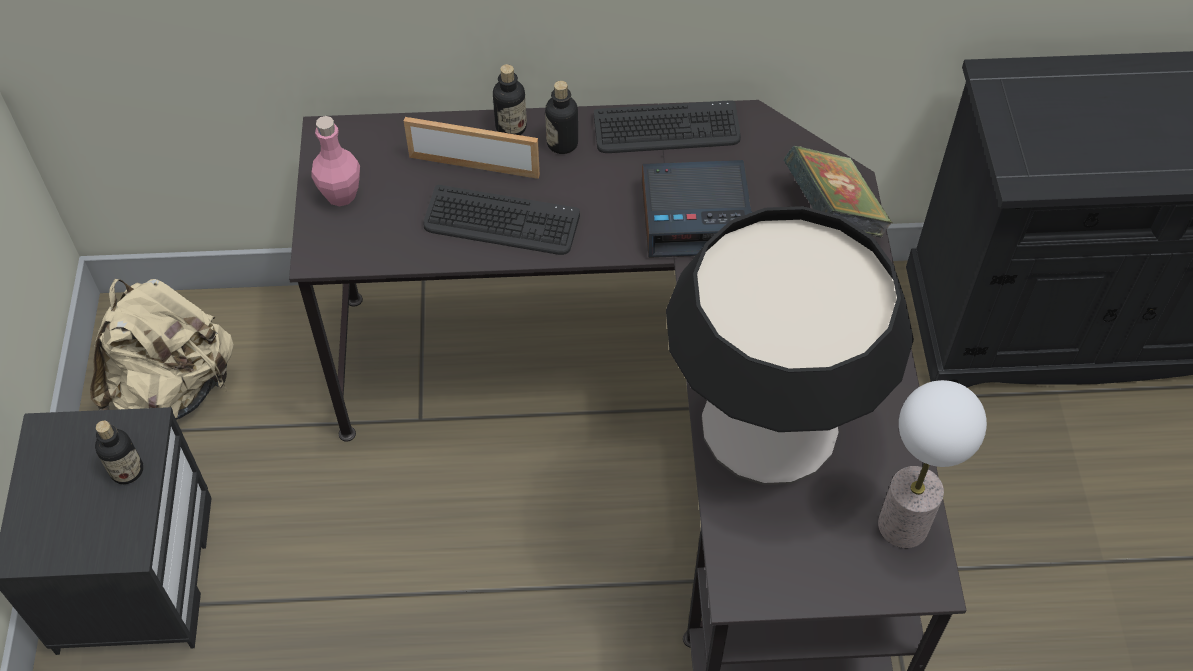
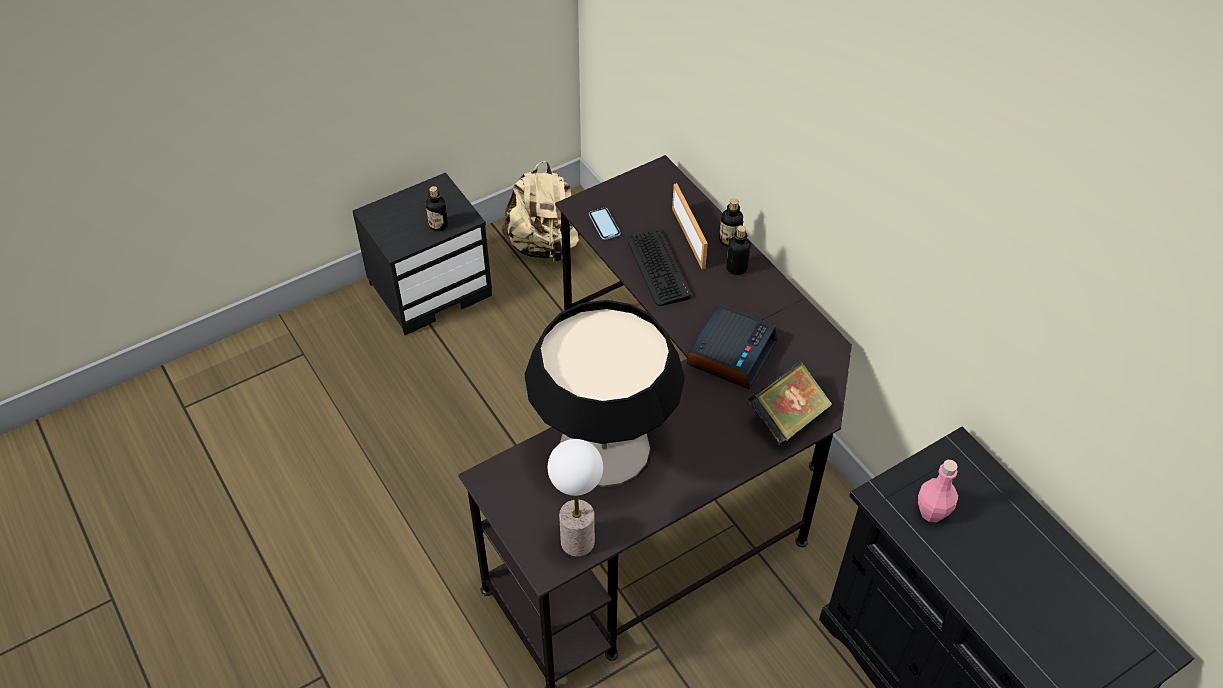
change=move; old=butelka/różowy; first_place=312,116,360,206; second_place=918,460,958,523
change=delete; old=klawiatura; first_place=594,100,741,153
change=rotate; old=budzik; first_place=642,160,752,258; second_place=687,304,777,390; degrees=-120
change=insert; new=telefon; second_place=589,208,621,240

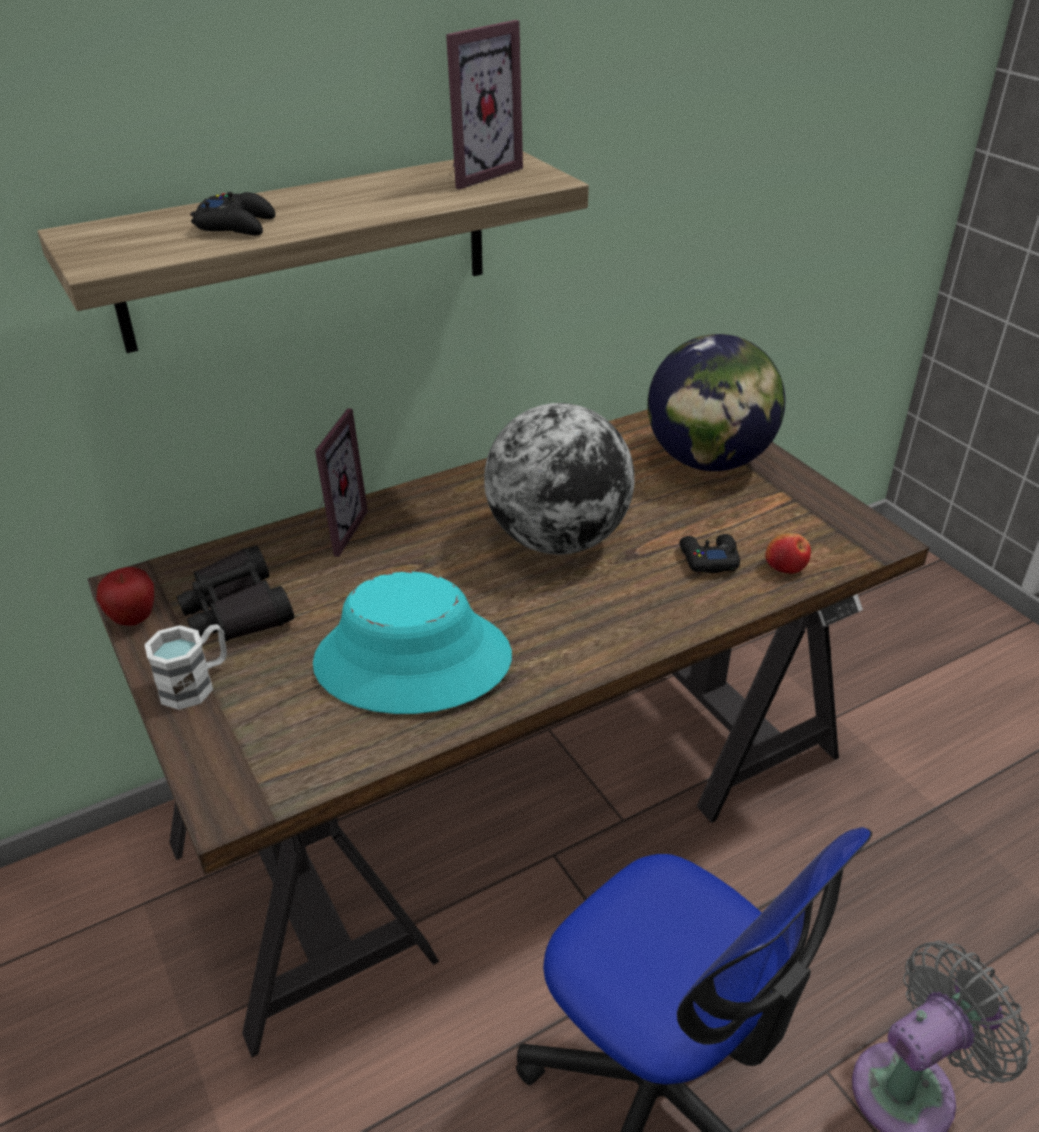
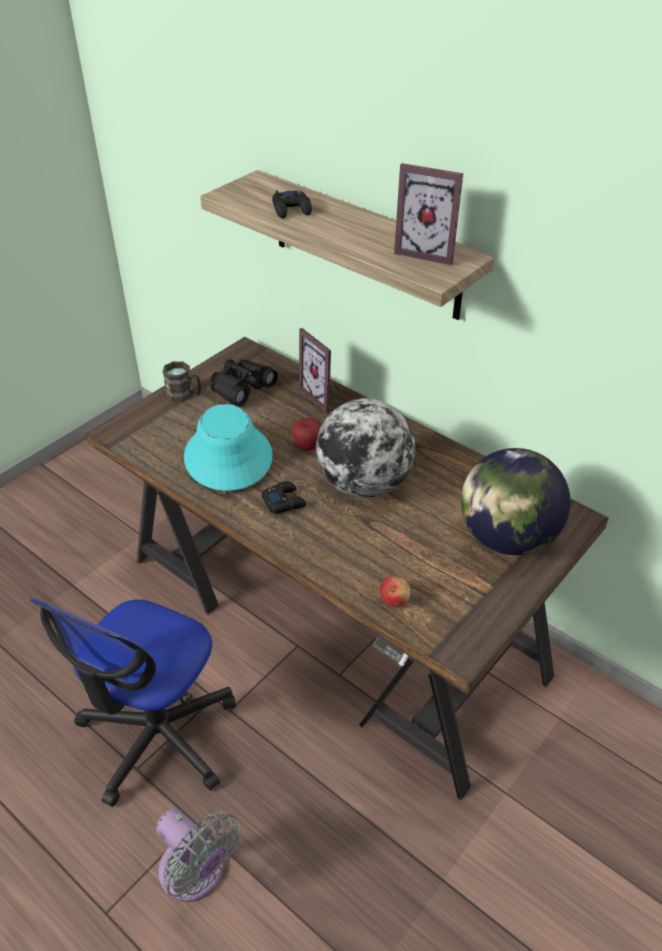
change=move; old=jabłko; first_place=96,567,154,626; second_place=291,418,322,451
change=recolor; old=kubek/biały; new=kubek/brązowy; first_place=144,624,227,710; second_place=162,361,201,401
change=rotate; old=ramka na zdjęcie; first_place=311,408,368,557; second_place=299,328,337,413; degrees=60
change=move; old=pad do gier/czarny; first_place=679,534,740,573; second_place=261,481,306,514

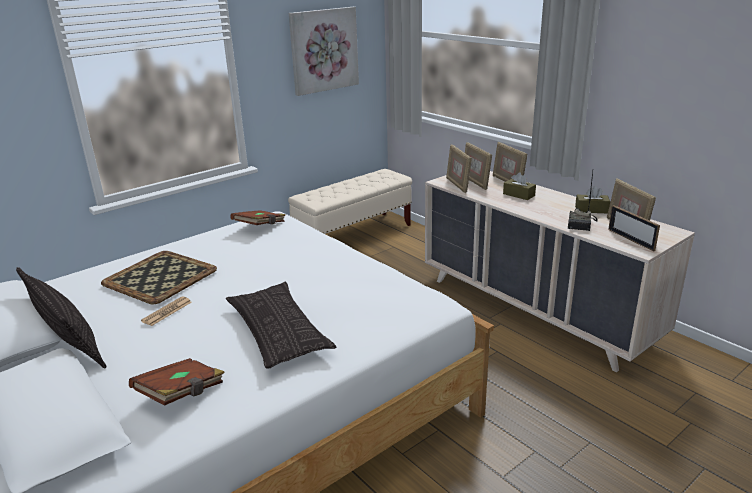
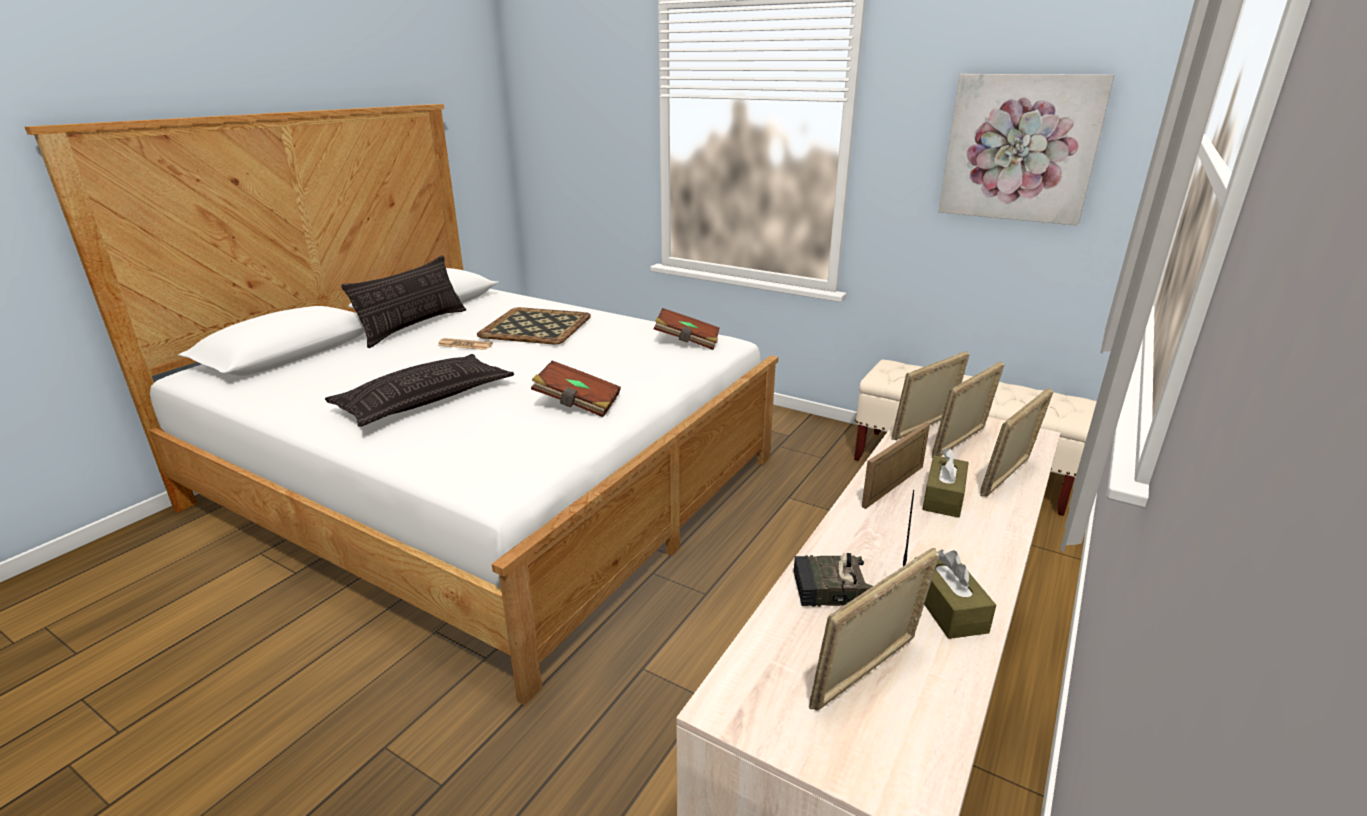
change=move; old=książka/brązowy; first_place=129,358,225,406; second_place=531,361,621,417
change=move; old=ramka na zdjęcie; first_place=608,205,660,252; second_place=862,423,930,509

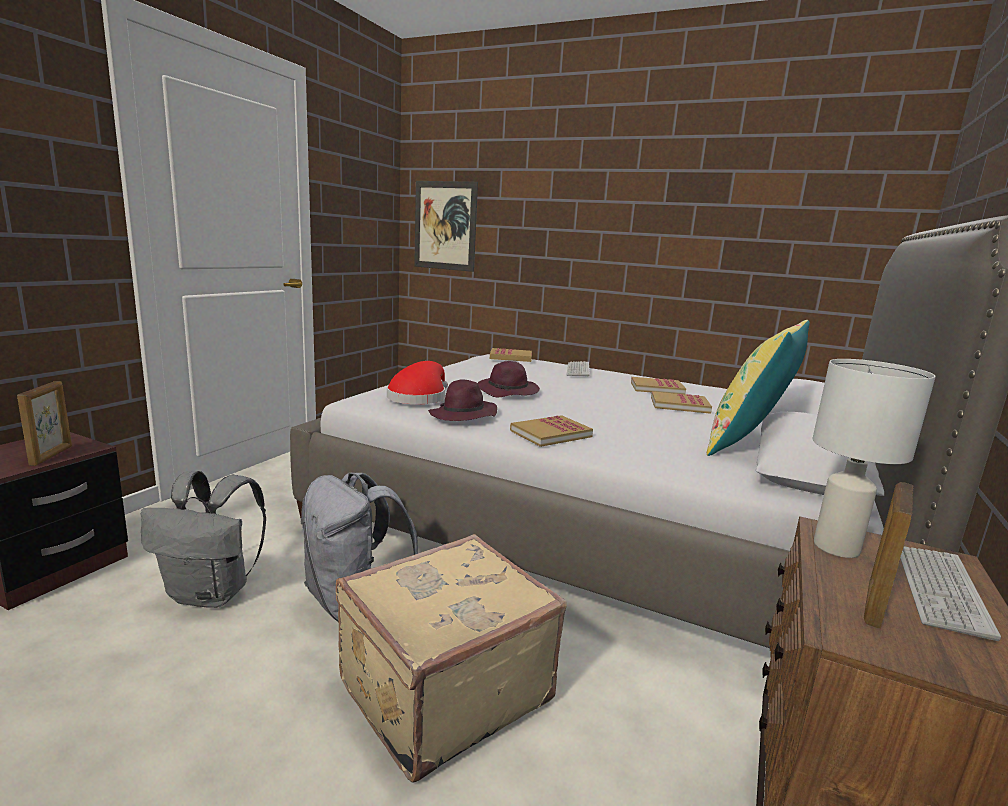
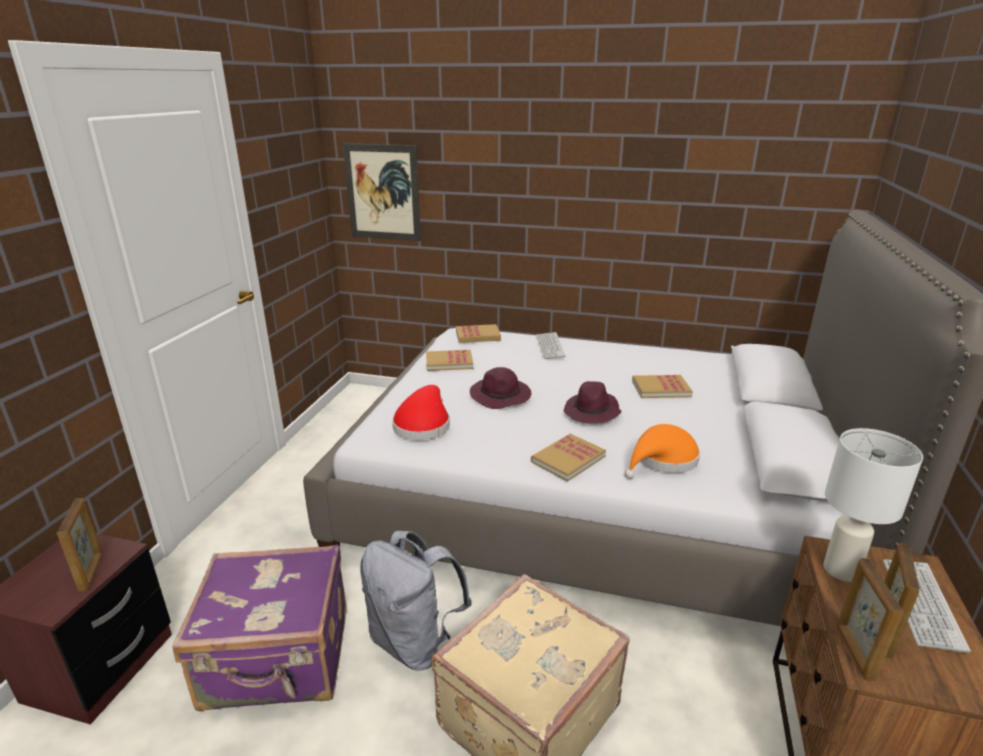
change=replace; old=plecak/szary; new=walizka/fioletowy; first_place=141,471,266,608; second_place=172,544,346,711
change=move; old=kapelusz/fioletowy; first_place=428,379,497,421; second_place=564,381,621,424
change=move; old=książka; first_place=631,377,686,395; second_place=426,350,473,371
change=delete; old=poduszka/żółty; first_place=707,320,810,456
change=insert; new=kapelusz/pomarańczowy; second_place=625,424,700,479
change=insert; new=ramka na zdjęcie; second_place=837,558,903,681

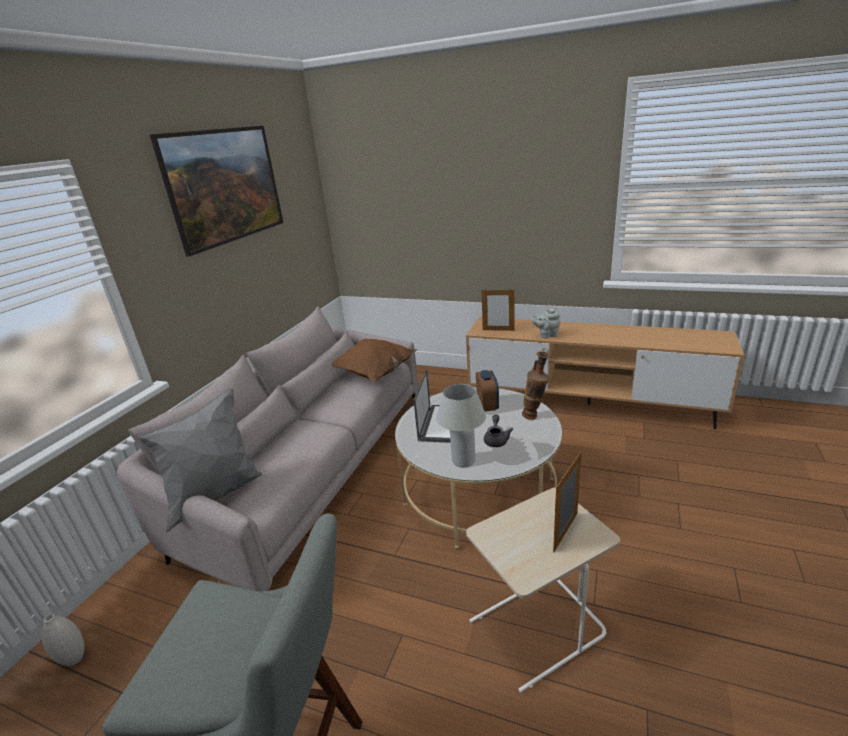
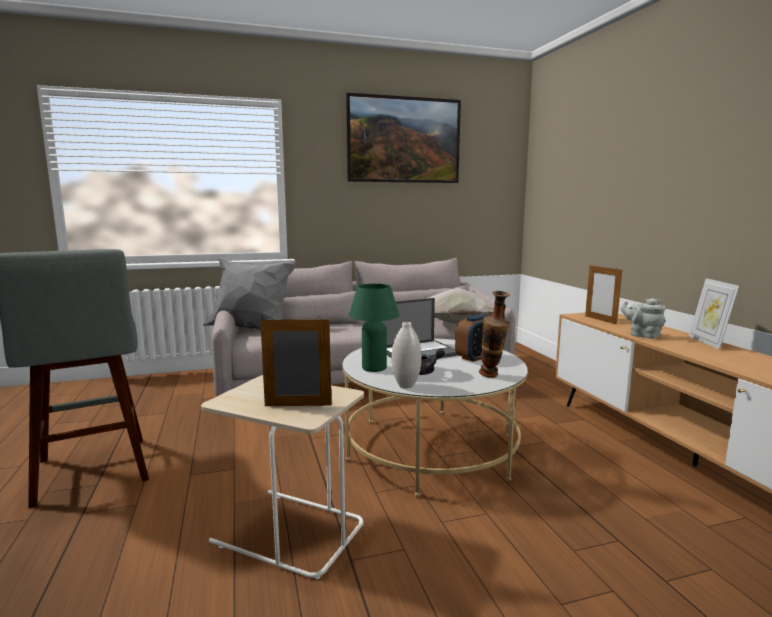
change=move; old=wazon/biały; first_place=41,614,84,666; second_place=392,322,421,389
change=recolor; old=poduszka/brązowy; new=poduszka/biały; first_place=332,339,418,382; second_place=426,288,494,324
change=recolor; old=lampa stołowa/biały; new=lampa stołowa/zielony; first_place=436,384,486,467; second_place=349,284,399,372
change=insert; new=ramka na zdjęcie; second_place=689,278,739,349

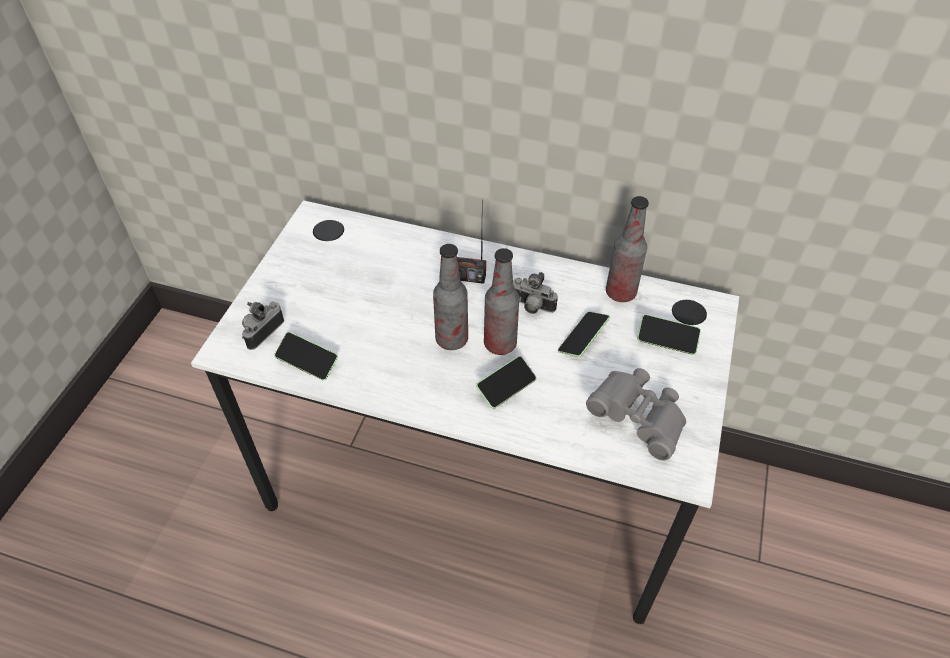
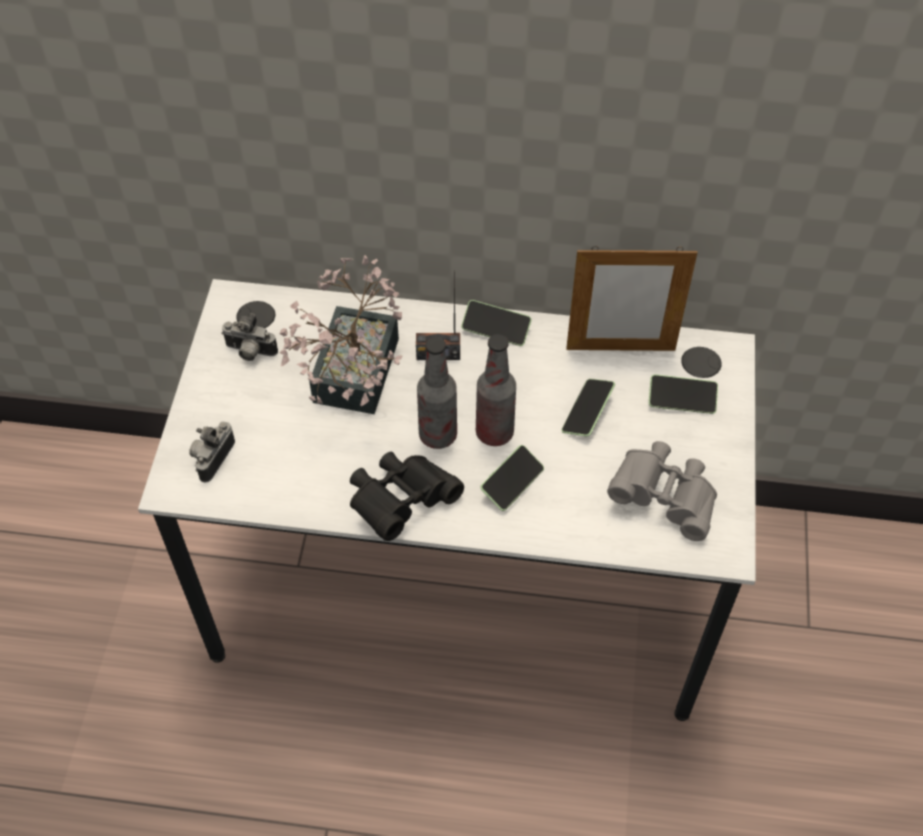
change=move; old=telefon; first_place=274,332,338,381; second_place=461,300,532,346
change=move; old=aparat fotograficzny; first_place=513,272,558,314; second_place=221,313,278,361
change=replace; old=butelka; new=ramka na zdjęcie; first_place=606,196,649,302; second_place=566,246,698,351
change=insert; new=roślina doniczkowa; second_place=280,255,402,414
change=insert; new=lornetka/czarny; second_place=350,452,464,541

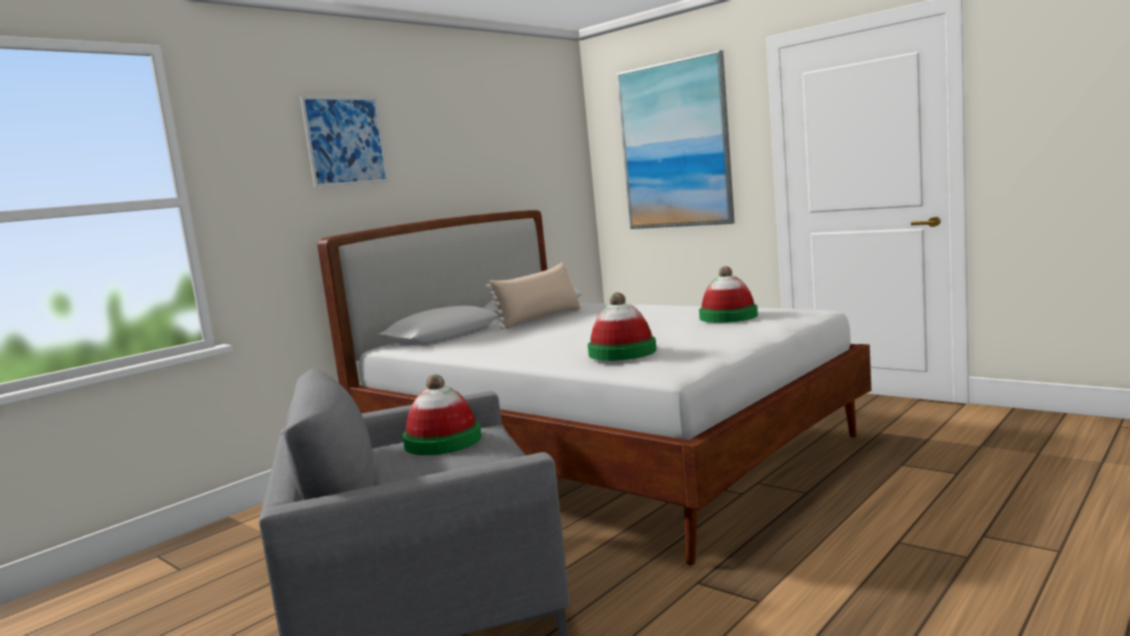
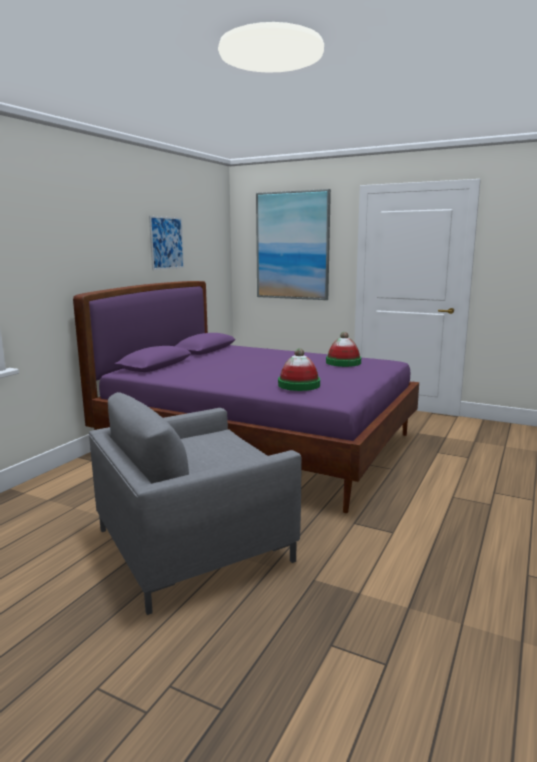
change=move; old=obraz; first_place=300,96,389,188; second_place=149,216,184,270
change=recolor; old=łóżko/biały; new=łóżko/fioletowy; first_place=317,210,871,565; second_place=73,281,419,513
change=delete; old=kapelusz; first_place=403,374,482,455
change=delete; old=poduszka/beżowy; first_place=486,262,581,330

